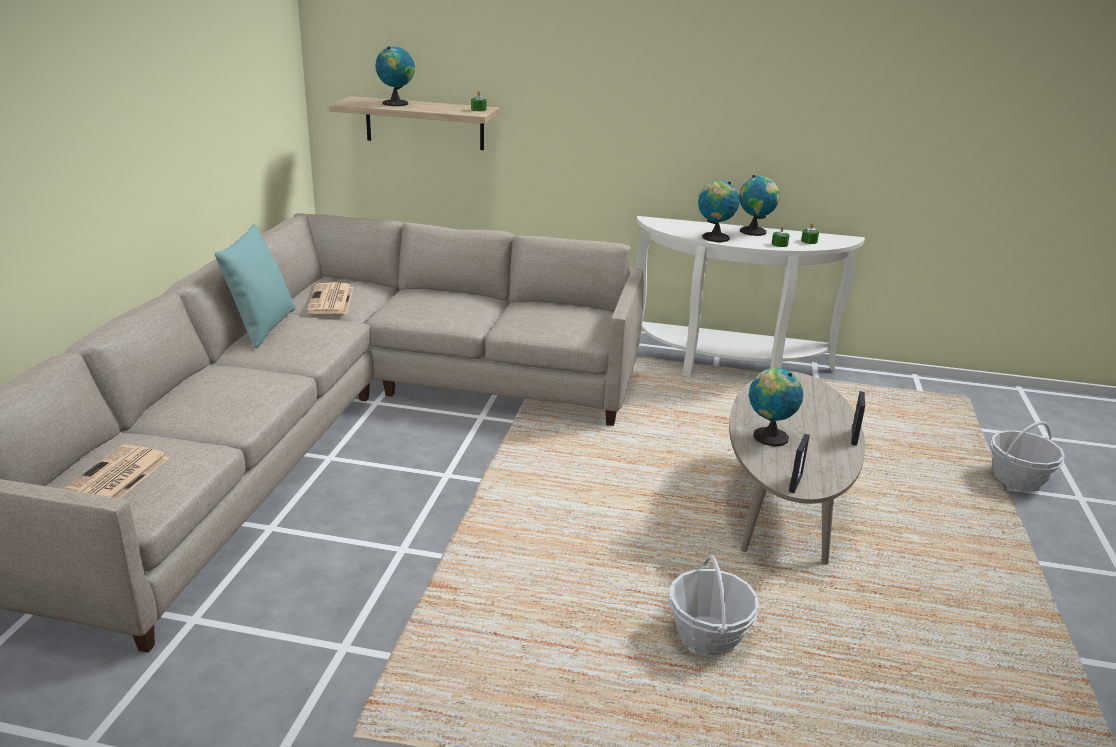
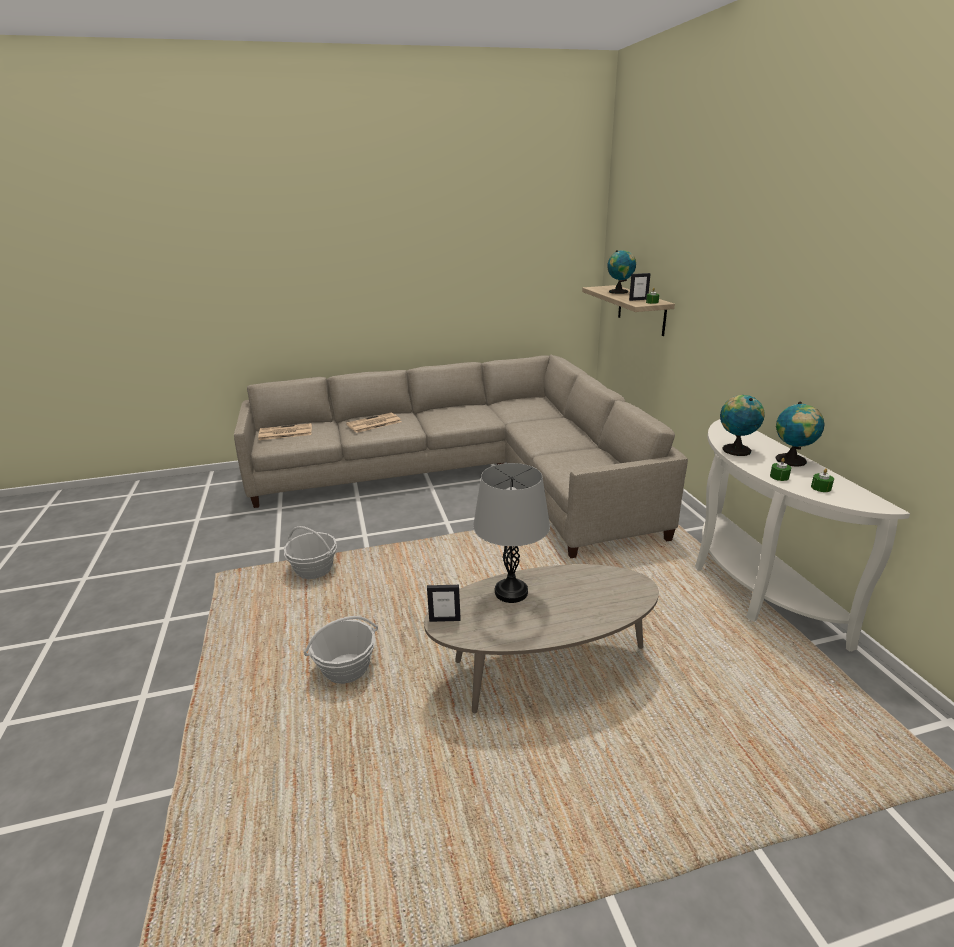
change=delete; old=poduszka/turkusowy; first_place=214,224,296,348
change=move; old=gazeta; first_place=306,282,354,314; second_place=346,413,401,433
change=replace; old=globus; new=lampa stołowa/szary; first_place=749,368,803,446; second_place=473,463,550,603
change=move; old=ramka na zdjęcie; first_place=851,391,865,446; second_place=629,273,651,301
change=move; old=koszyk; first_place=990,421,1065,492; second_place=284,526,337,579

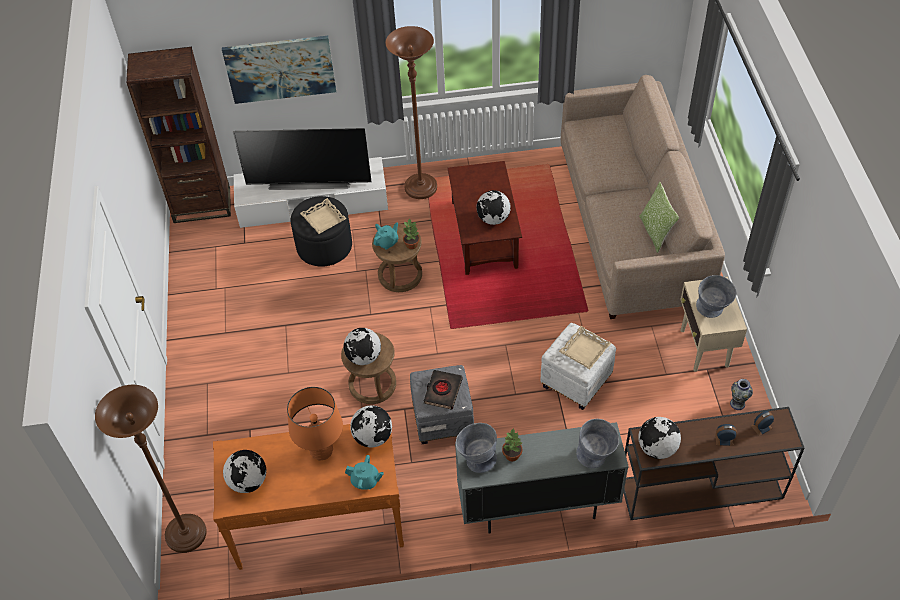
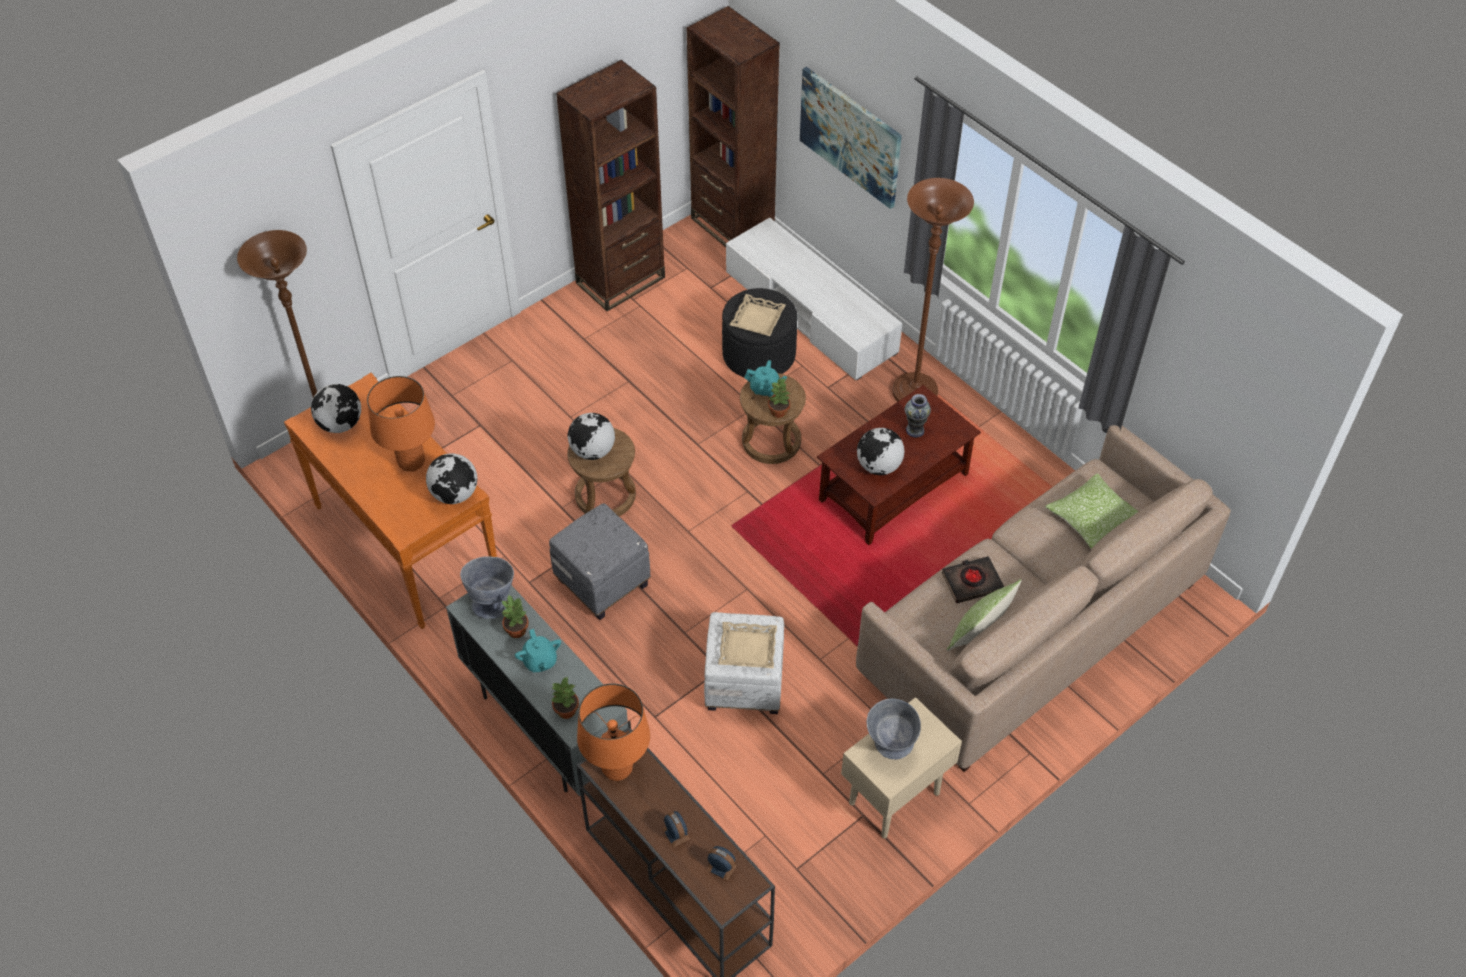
change=delete; old=telewizor; first_place=233,128,372,190
change=move; old=imbryk/turkusowy; first_place=345,455,384,490; second_place=515,629,561,673
change=move; old=książka/czarny; first_place=424,370,463,410; second_place=942,556,1004,603
change=replace; old=miska/szary; new=roślina doniczkowa; first_place=576,419,619,468; second_place=551,677,579,719
change=replace; old=globus; new=lampa stołowa/pomarańczowy; first_place=638,417,681,459; second_place=577,684,650,781
change=move; old=wazon; first_place=730,379,753,410; second_place=905,394,931,438
change=insert; new=regał/brązowy; second_place=556,60,665,311
change=insert; new=poduszka; second_place=1045,473,1139,549

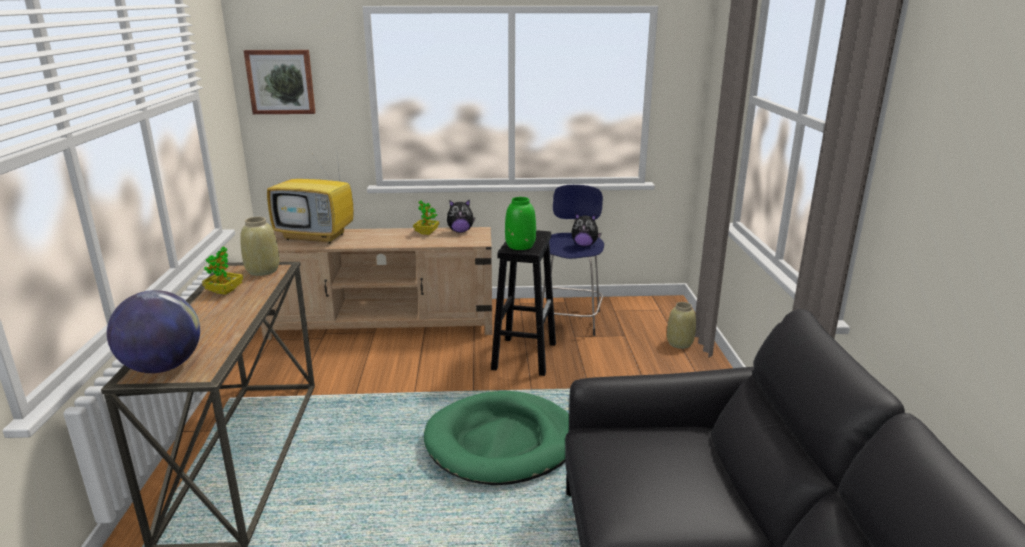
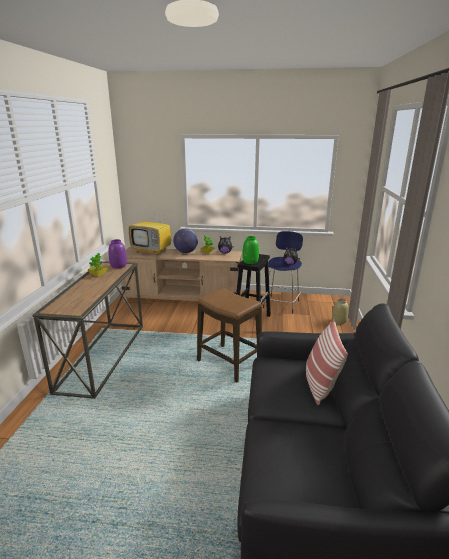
change=move; old=globus; first_place=107,290,200,373; second_place=173,228,198,253
change=recolor; old=wazon/beżowy; new=wazon/fioletowy; first_place=240,217,279,276; second_place=108,239,127,269
change=delete; old=obraz; first_place=244,50,315,114
change=replace; old=legowisko/zielony; new=stołek; first_place=424,391,569,485; second_place=197,288,262,383
change=insert; new=poduszka; second_place=306,319,348,405

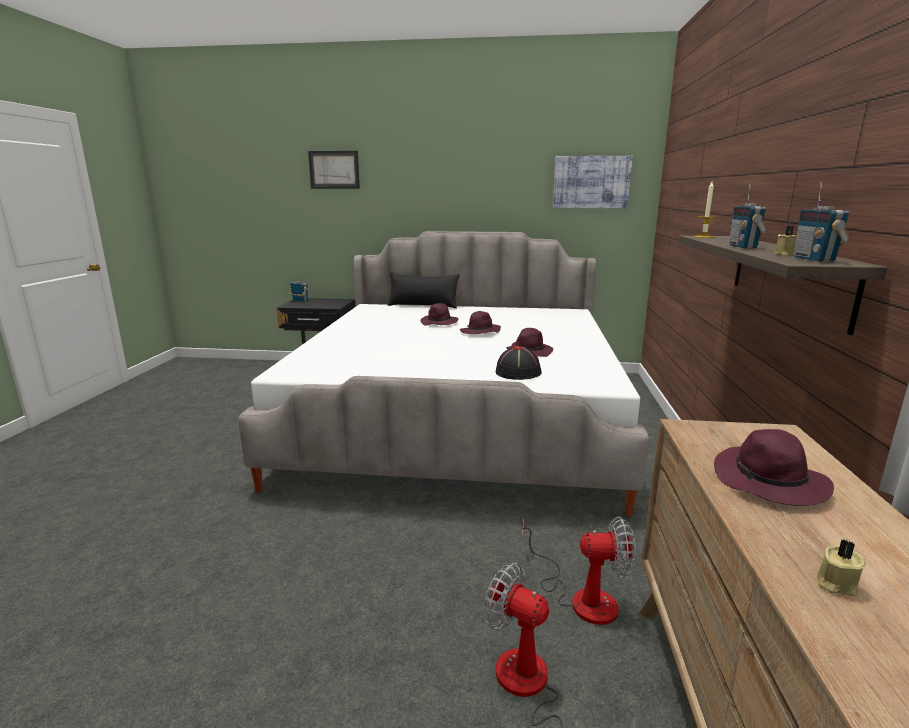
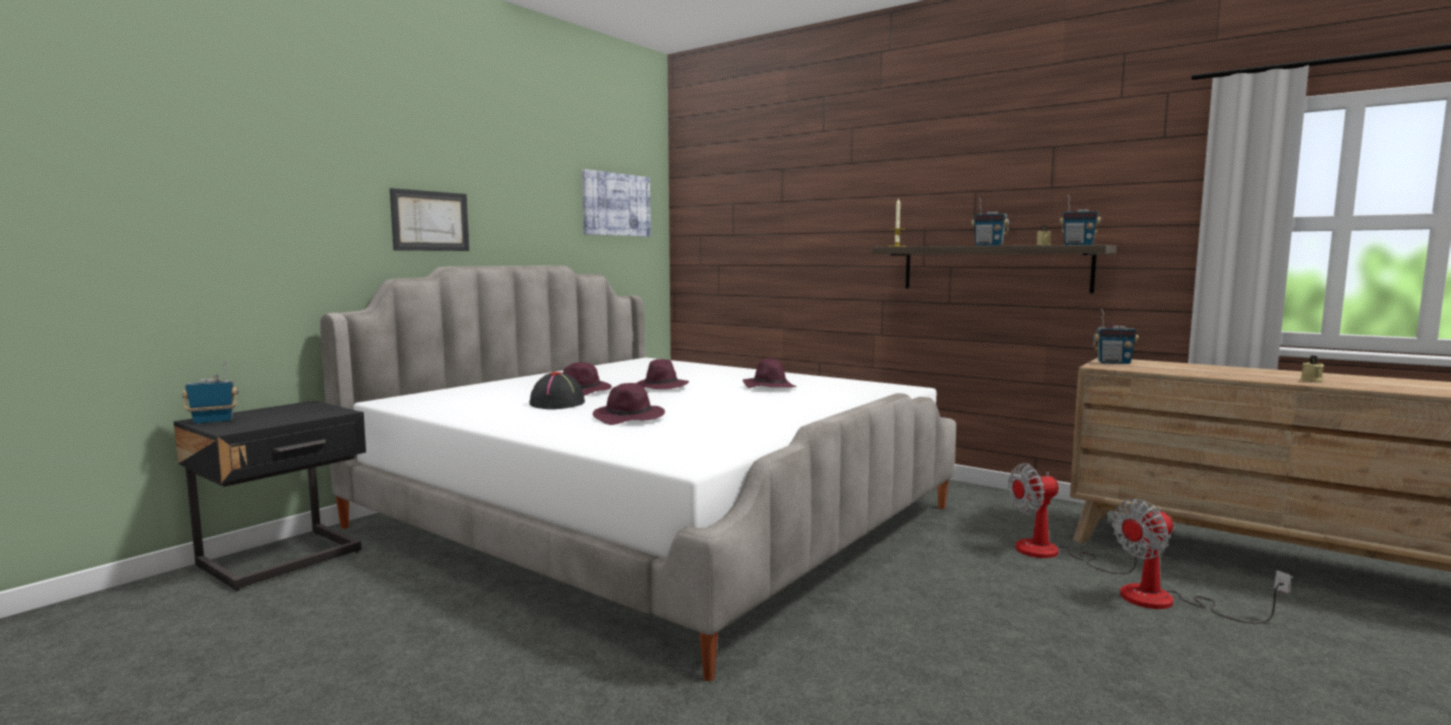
change=move; old=obraz; first_place=308,151,360,189; second_place=390,188,469,251
change=delete; old=poduszka/czarny; first_place=388,272,460,309
change=move; old=kapelusz/czarny; first_place=496,346,542,380; second_place=529,372,585,409
change=rotate; old=wentylator; first_place=522,516,636,625; second_place=1008,463,1145,574; degrees=-135
change=move; old=kapelusz/fioletowy; first_place=714,429,834,506; second_place=593,383,665,425
change=insert; new=radio; second_place=1093,309,1139,364

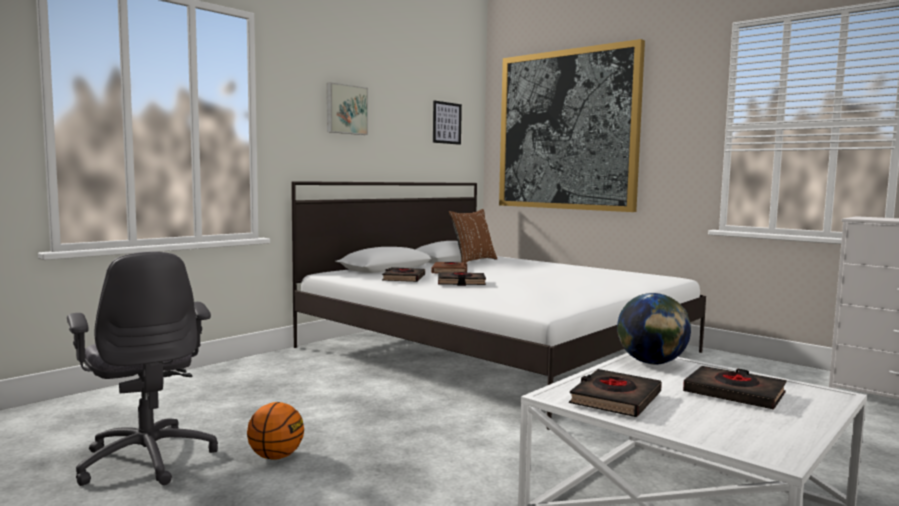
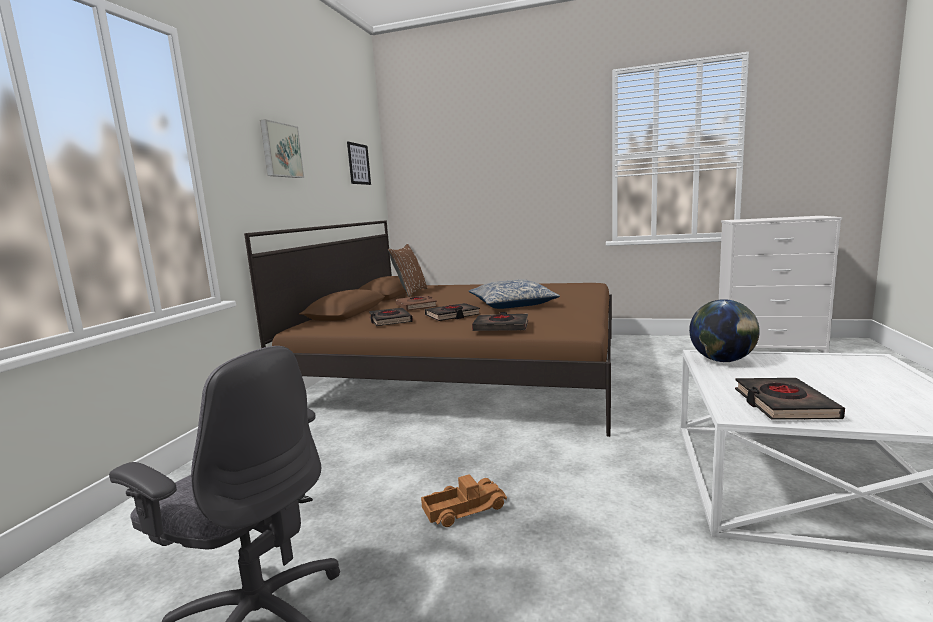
change=delete; old=piłka do koszykówki; first_place=247,402,304,460
change=recolor; old=łóżko/biały; new=łóżko/brązowy; first_place=291,181,706,430; second_place=244,220,612,437
change=delete; old=obraz; first_place=499,39,645,212
change=move; old=książka/czarny; first_place=683,366,786,410; second_place=472,312,528,331
change=insert; new=ciężarówka zabawkowa; second_place=421,474,507,527
change=insert; new=poduszka; second_place=469,279,560,309

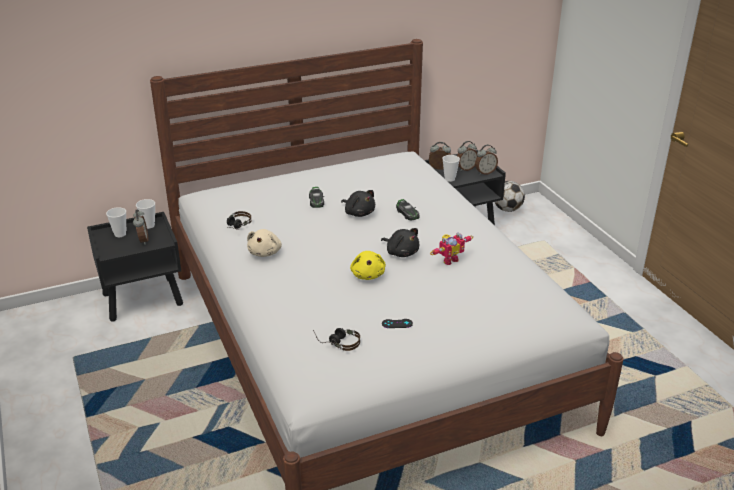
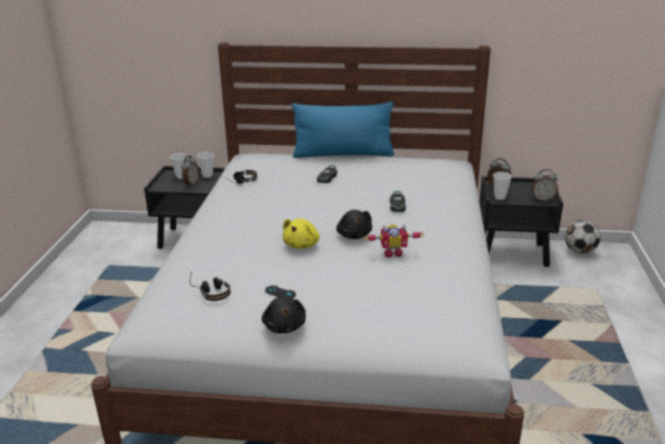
change=delete; old=pluszak/beżowy; first_place=247,229,282,257
change=move; old=pluszak/czarny; first_place=341,190,375,217; second_place=262,296,306,333
change=delete; old=budzik; first_place=457,141,477,171
change=insert; new=poduszka/niebieski; second_place=292,102,394,158

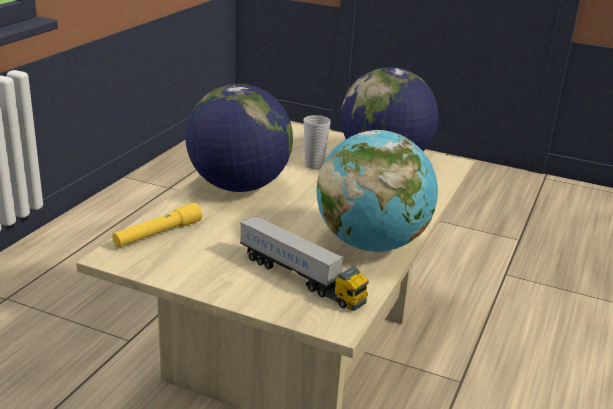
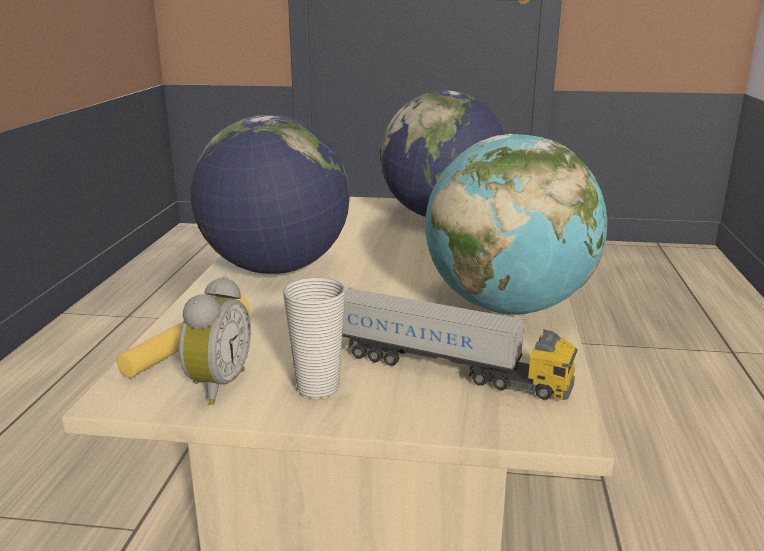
change=move; old=filiżanka; first_place=304,115,331,169; second_place=283,278,346,399
change=insert; new=budzik; second_place=179,276,251,405

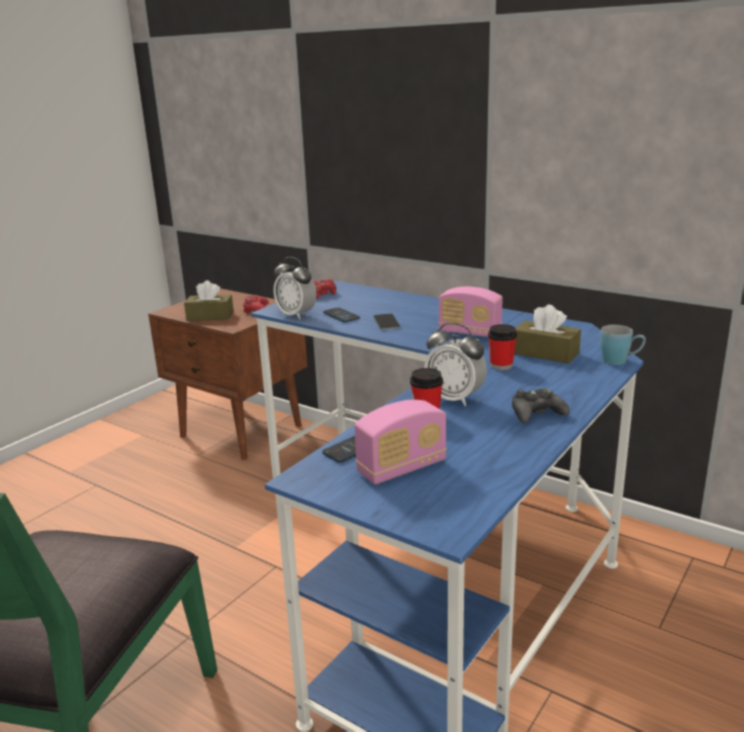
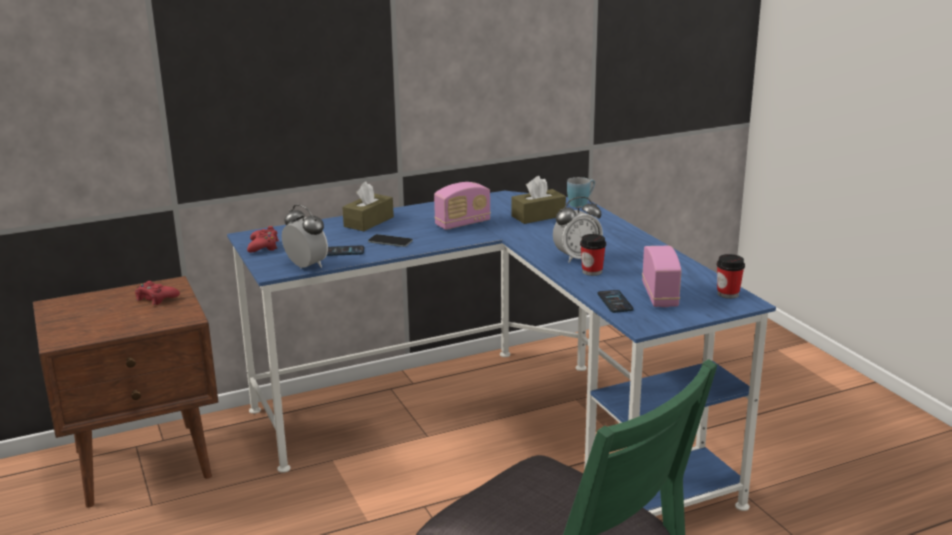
change=move; old=pudełko chusteczek/brązowy; first_place=184,280,234,321; second_place=342,181,394,231
change=rotate; old=budzik; first_place=273,257,317,320; second_place=282,204,328,269; degrees=-120
change=move; old=filiżanka; first_place=488,324,517,370; second_place=717,254,745,299
change=delete; old=pad do gier/czarny; first_place=512,388,570,423

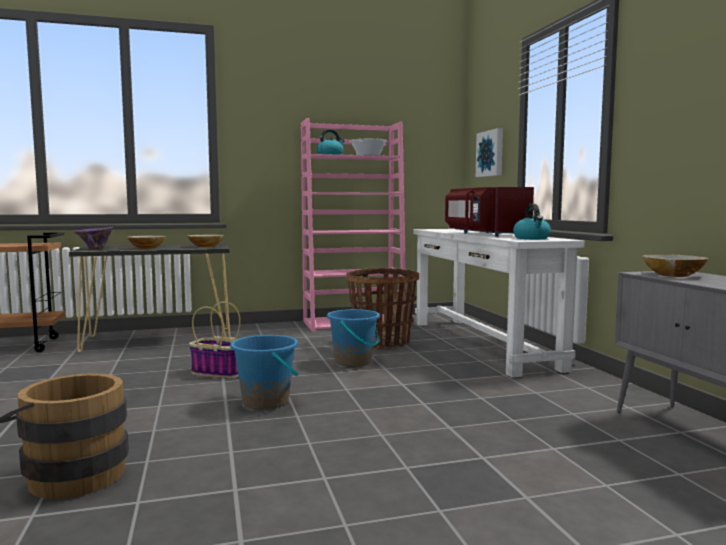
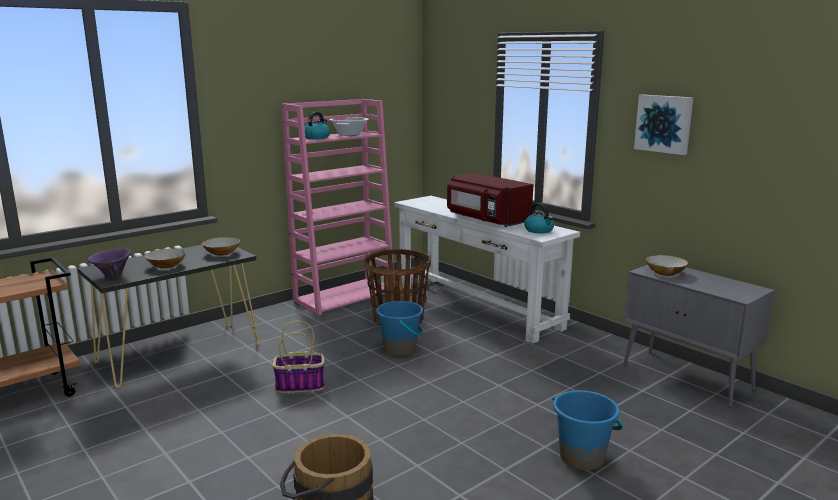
change=move; old=wiadro/niebieski; first_place=230,335,298,410; second_place=552,390,623,470
change=move; old=obraz; first_place=476,128,503,177; second_place=634,95,694,155

